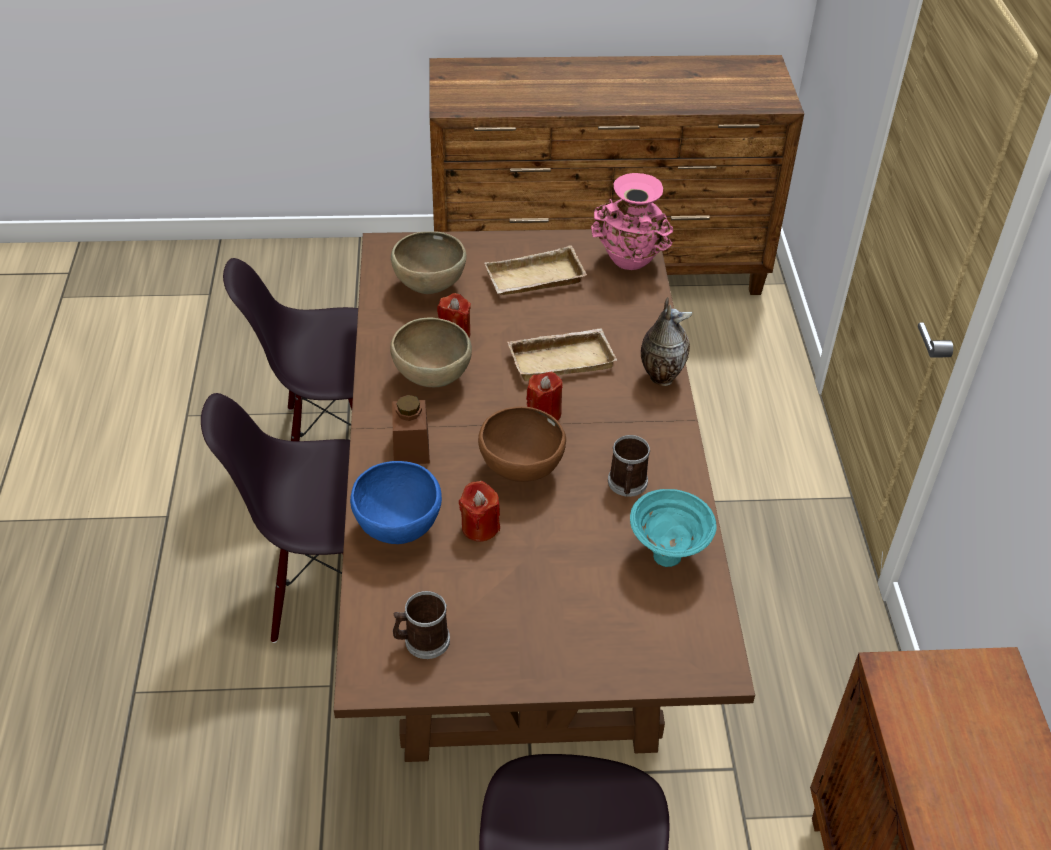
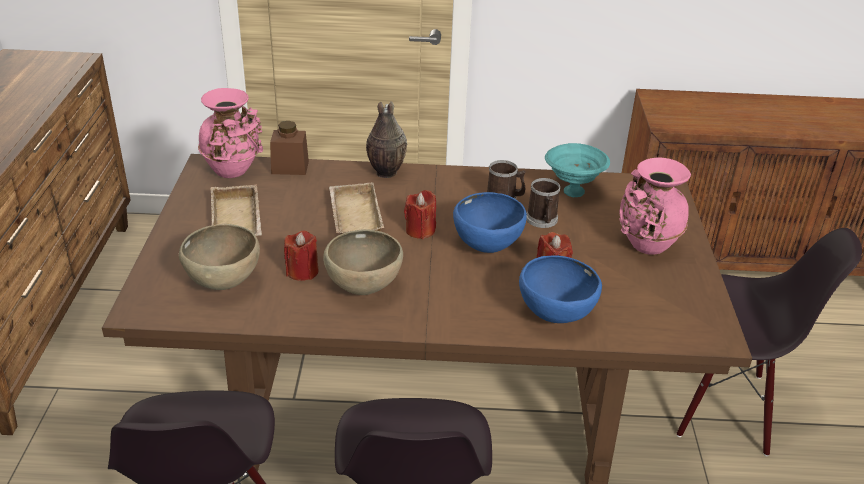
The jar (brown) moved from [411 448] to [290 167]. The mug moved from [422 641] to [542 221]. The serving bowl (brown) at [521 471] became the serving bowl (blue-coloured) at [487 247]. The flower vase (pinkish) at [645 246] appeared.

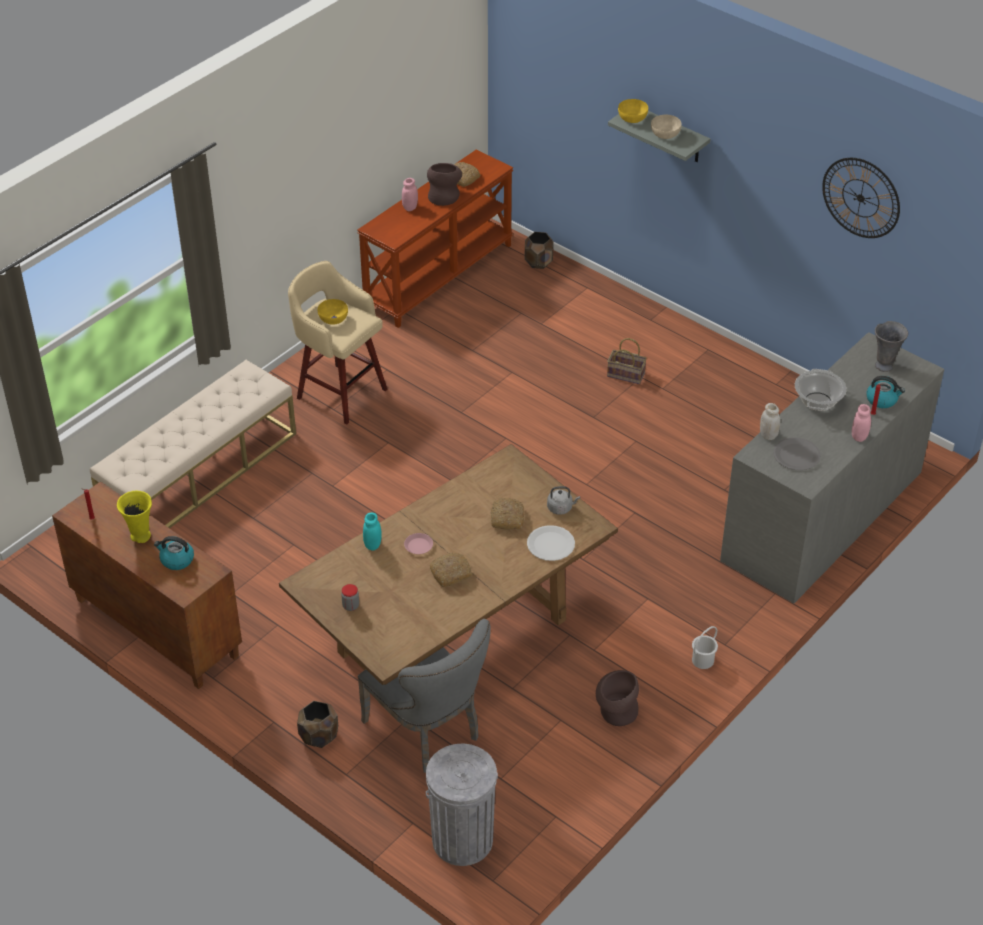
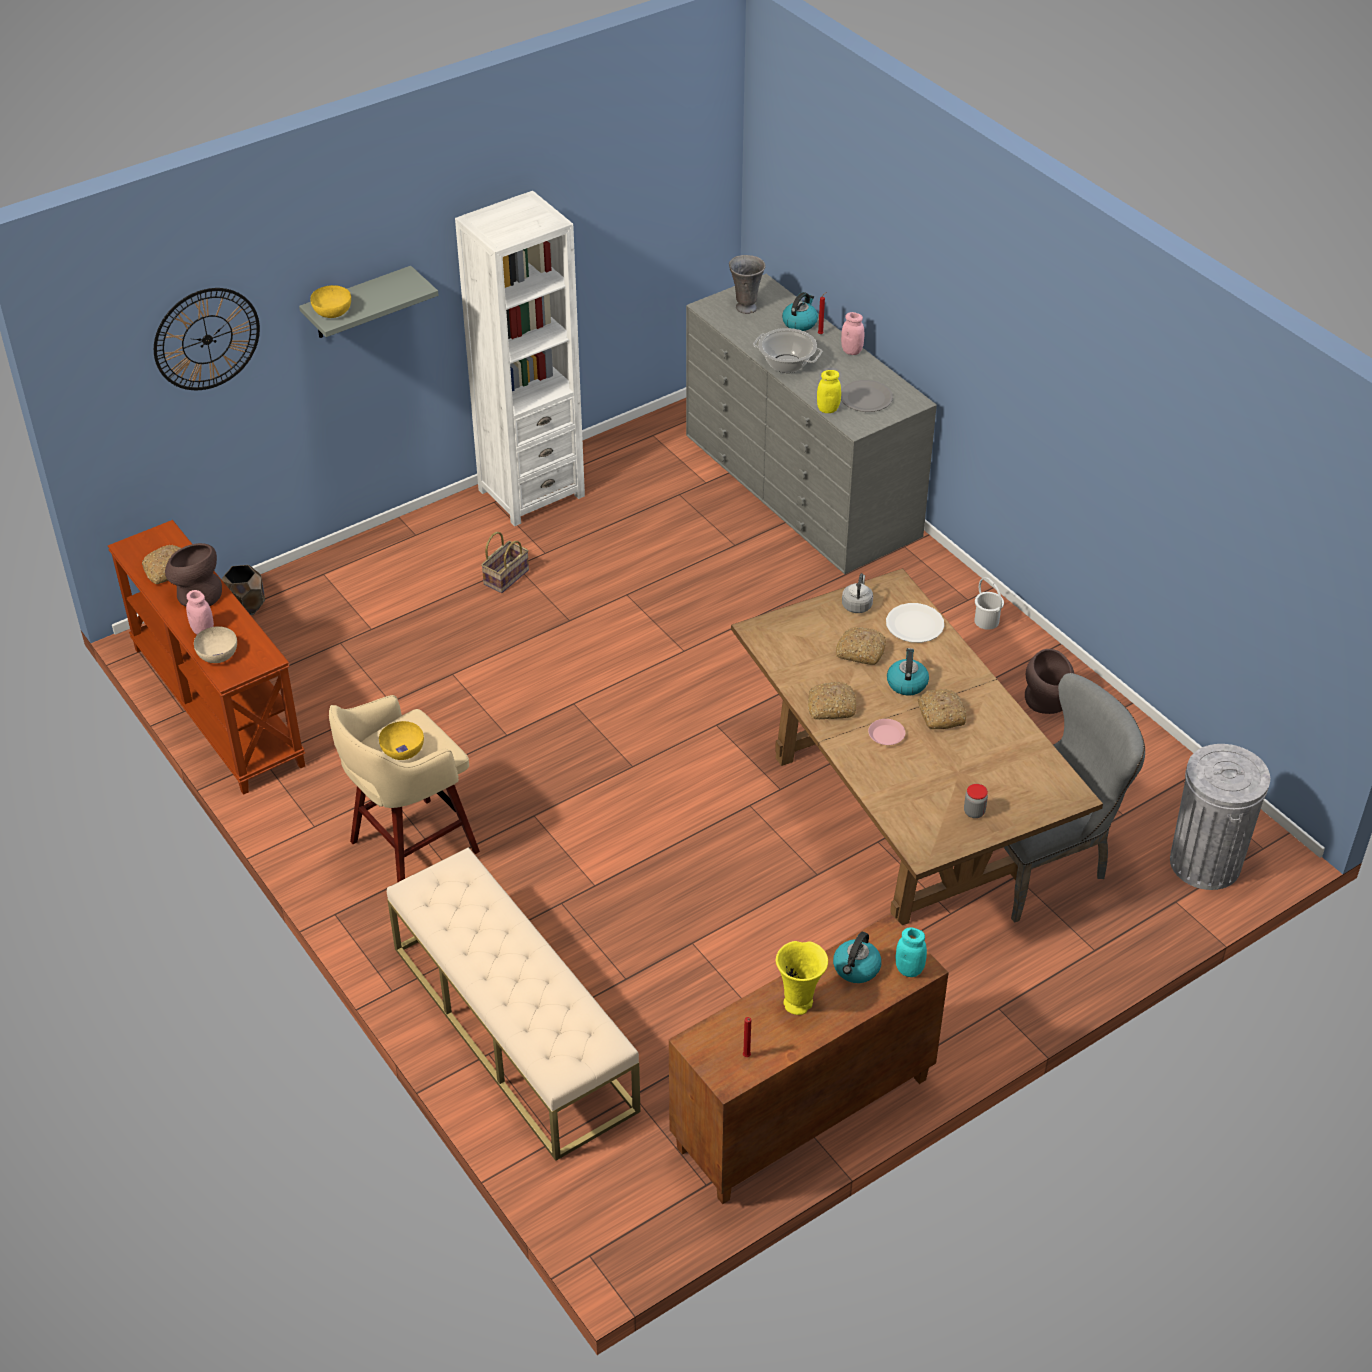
The planter (brown) at [318 736] disappeared. The jar (turquoise) moved from [372 545] to [909 969]. The serving bowl (beige) moved from [665 134] to [218 654]. The jar (white) at [768 435] became the jar (yellow-coloured) at [828 409]. The hanging clock moved from [860 198] to [207 339]. The shelving unit (white) at [531 493] appeared. The bakery bread at [831 707] appeared. The water kettle at [906 683] appeared.

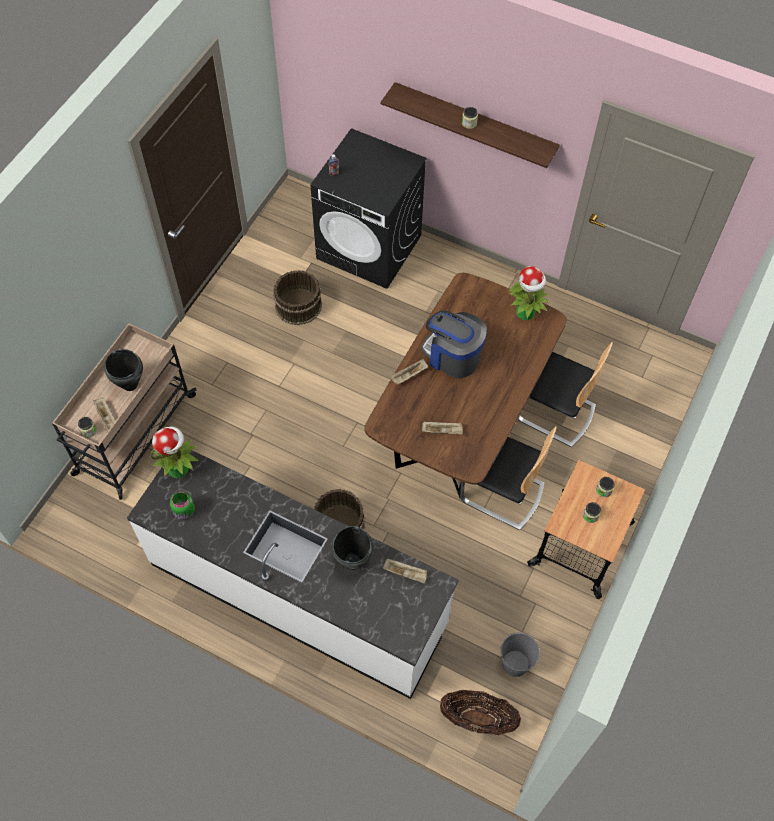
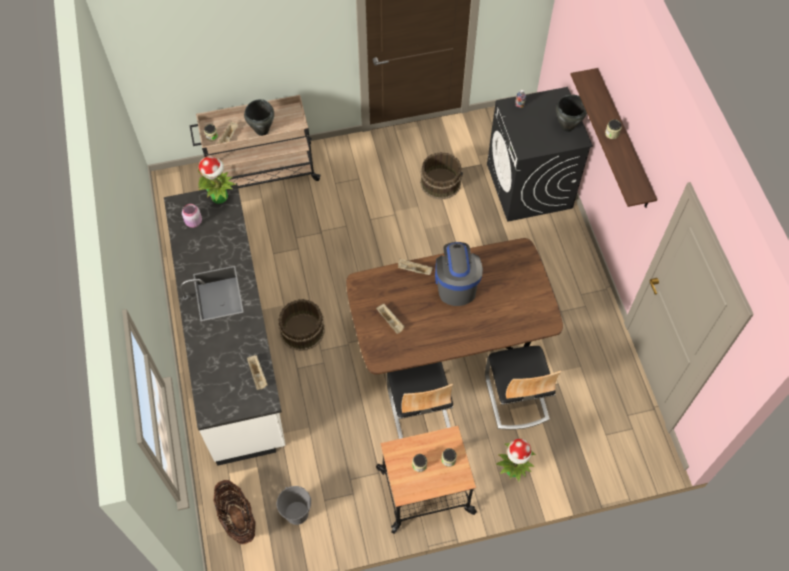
The jar (green-coloured) at [184 511] became the jar (pinkish) at [193 222]. The saucepot (black) moved from [352 562] to [566 126]. The plant in a pot moved from [526 312] to [513 469].

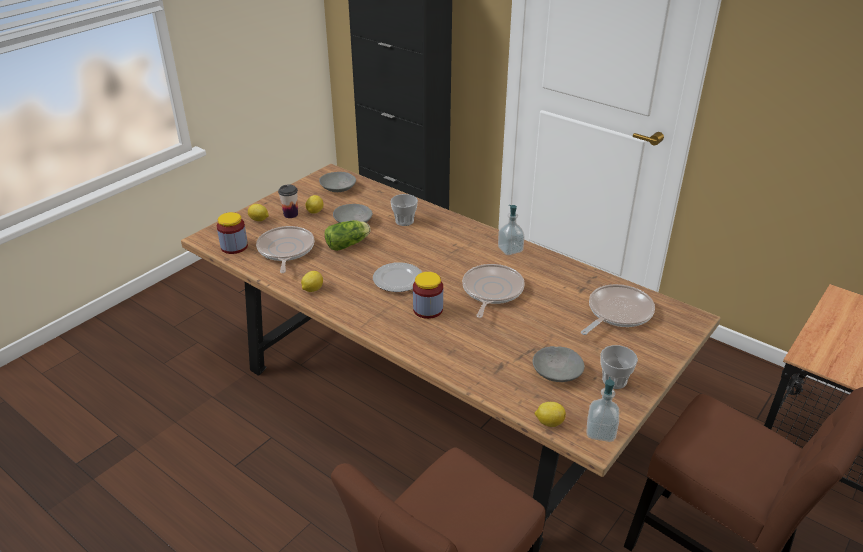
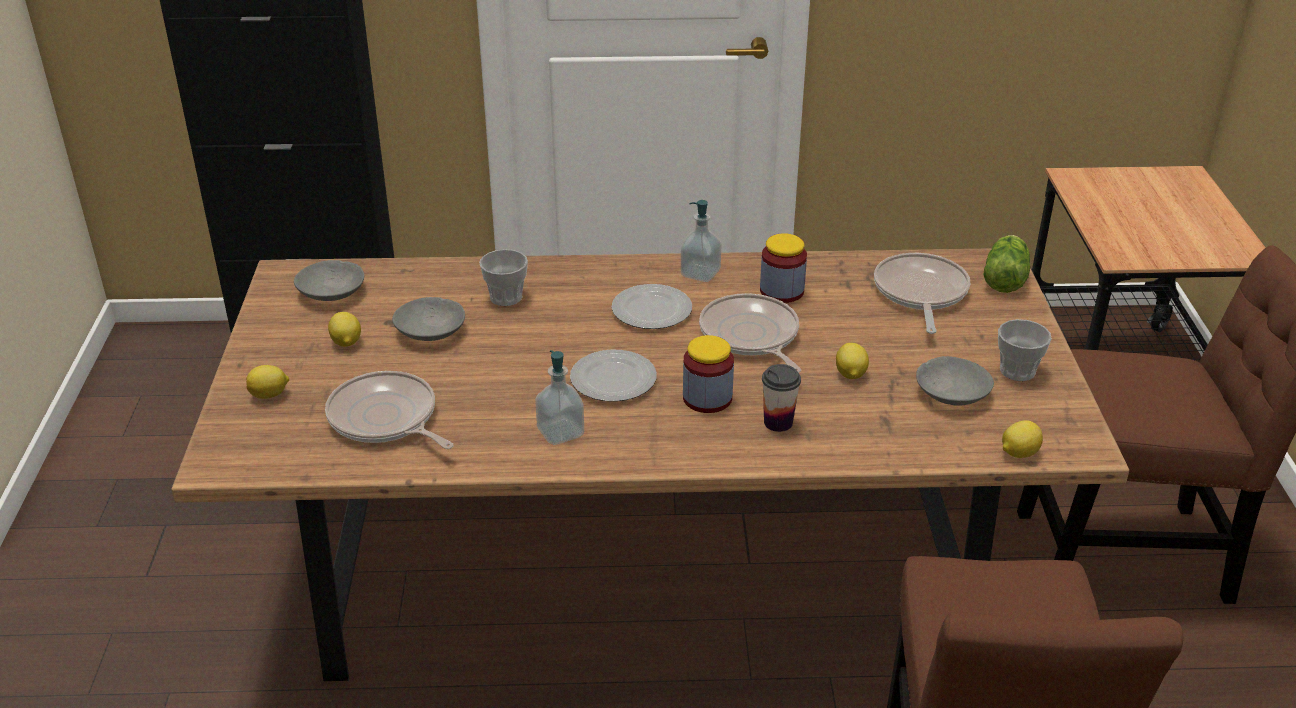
The jar moved from [234 247] to [781 291]. The small cup moved from [290 214] to [778 422]. The citrus fruit moved from [312 289] to [850 375]. The lettuce head moved from [349 244] to [1005 277]. The soap dispenser moved from [600 432] to [560 432]. The plate at [651 310] appeared.

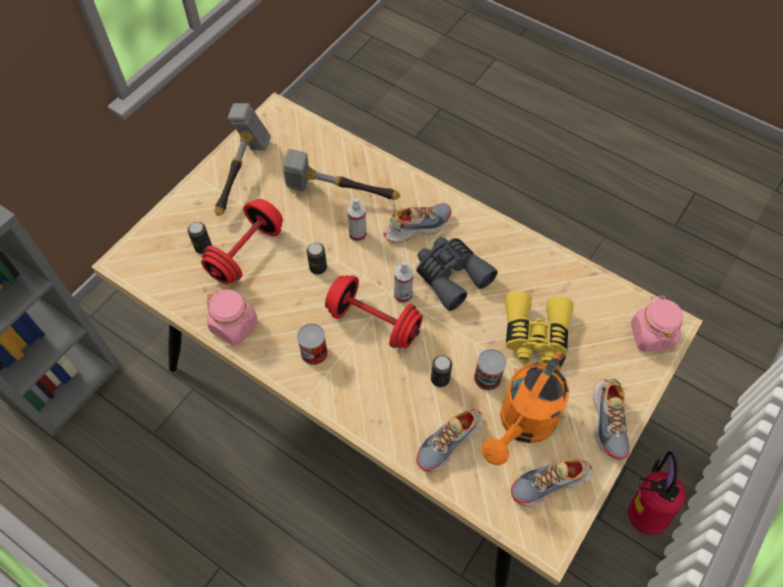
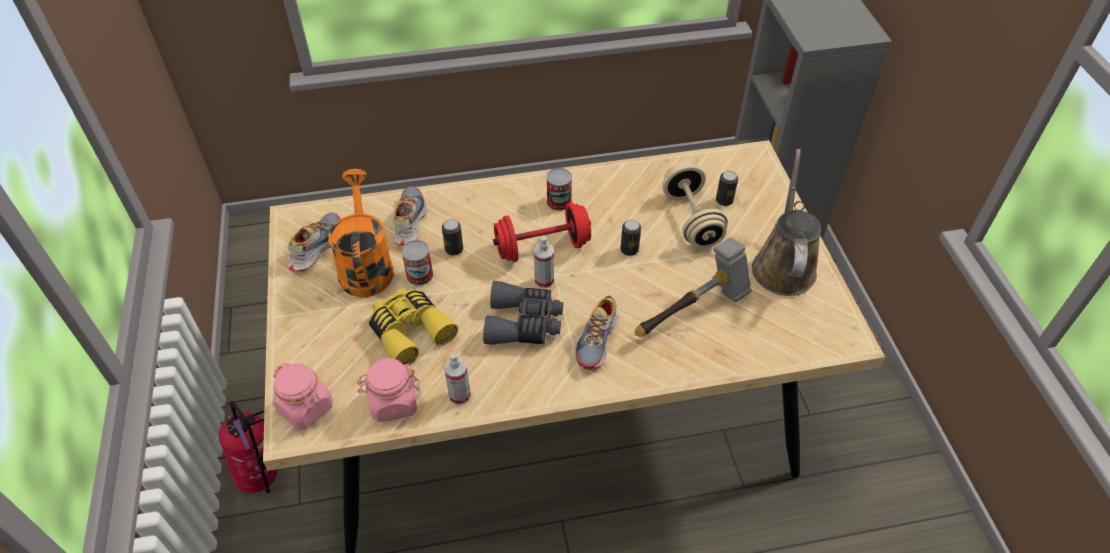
The hand weight (red) at [246 253] became the hand weight (beige) at [691 220]. The jar (pinkish) moved from [234 326] to [393 402]. The hammer at [242 175] was replaced by the watering pot (brown) at [783 265]. The sprayer moved from [357 234] to [459 395]. The item of footwear at [609 421] disappeared.

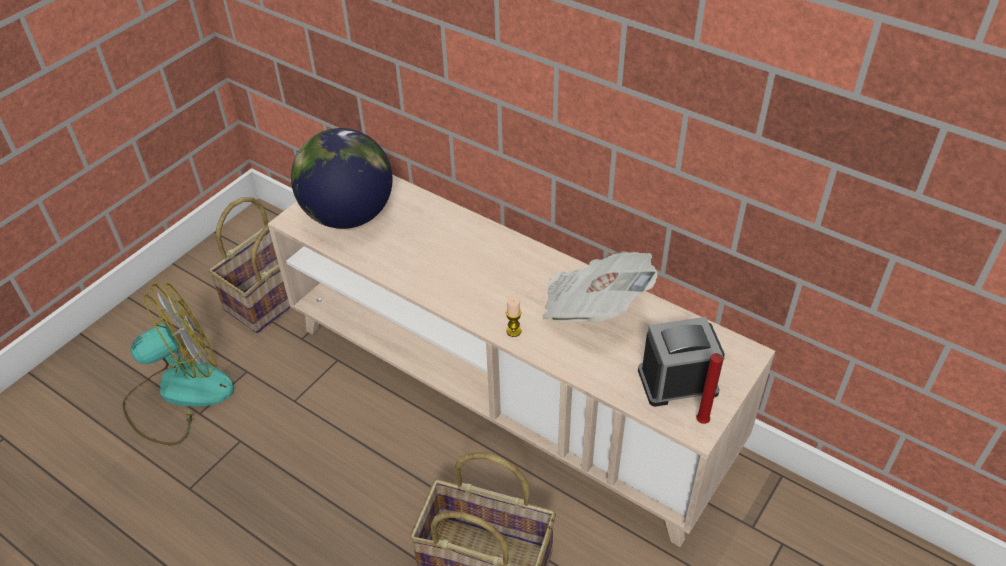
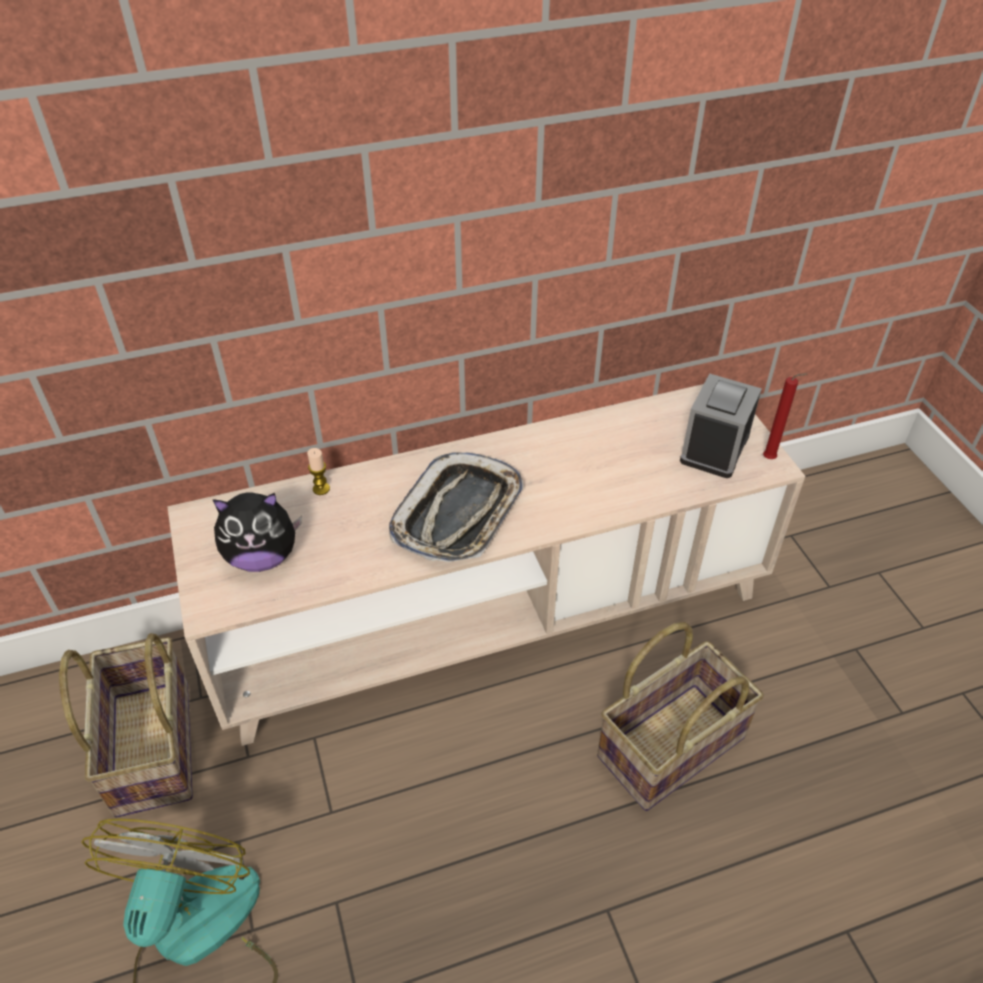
The world globe at [349 216] was replaced by the soft toy at [262 557]. The wax light moved from [513 331] to [321 489]. The printed paper at [594 307] disappeared. The serving tray at [459 514] appeared.

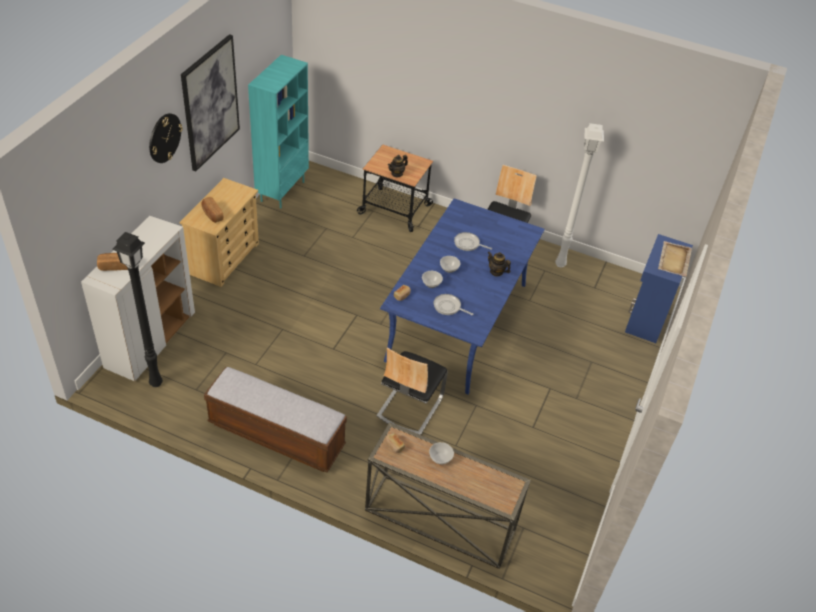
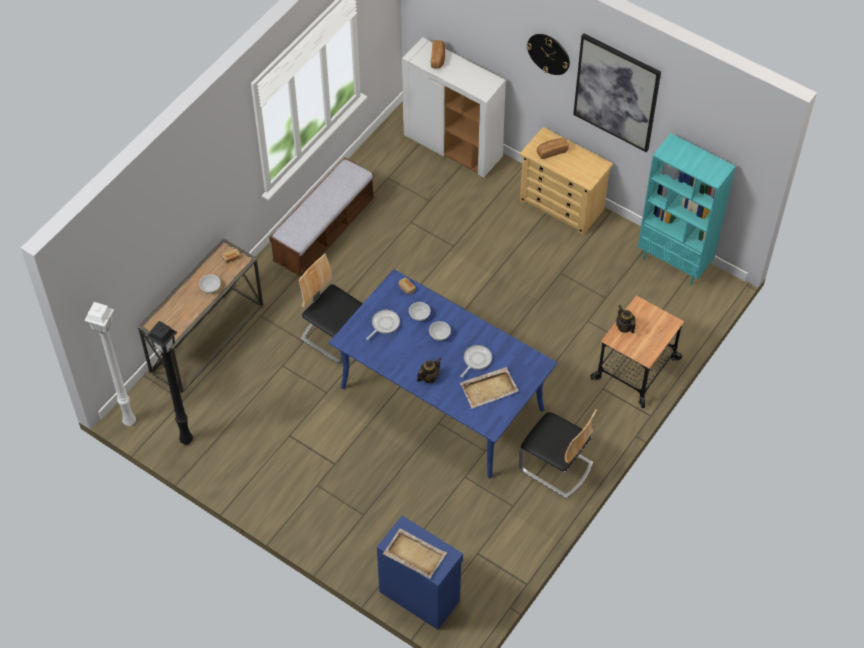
The standing lamp (black) moved from [156 384] to [185 440]. The standing lamp (white) moved from [561 264] to [130 422]. The serving tray (beige) at [489 388] appeared.

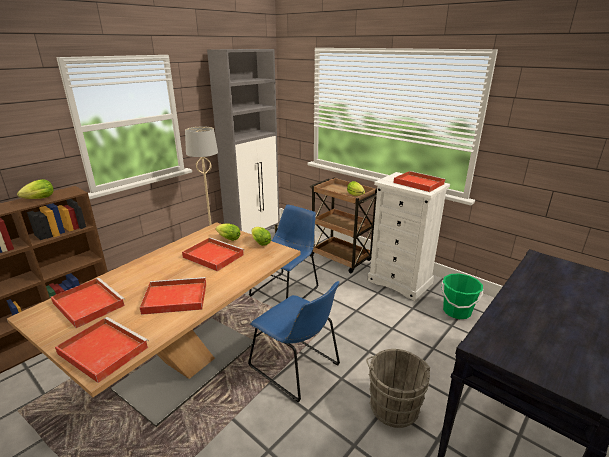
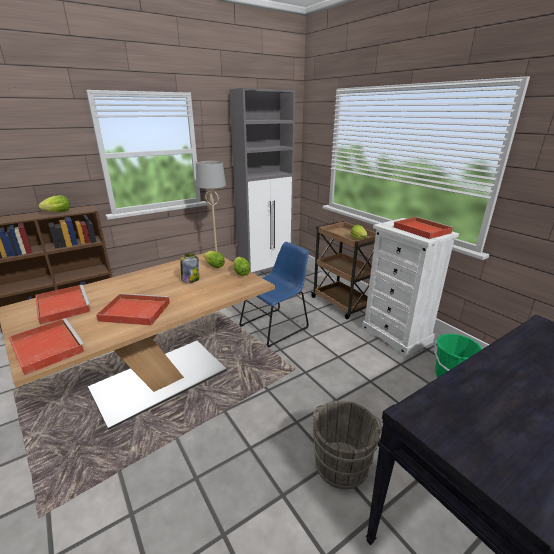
The serving tray (red) at [212 256] was replaced by the jar at [190 279]. The chair (blue-coloured) at [297 367] disappeared.

